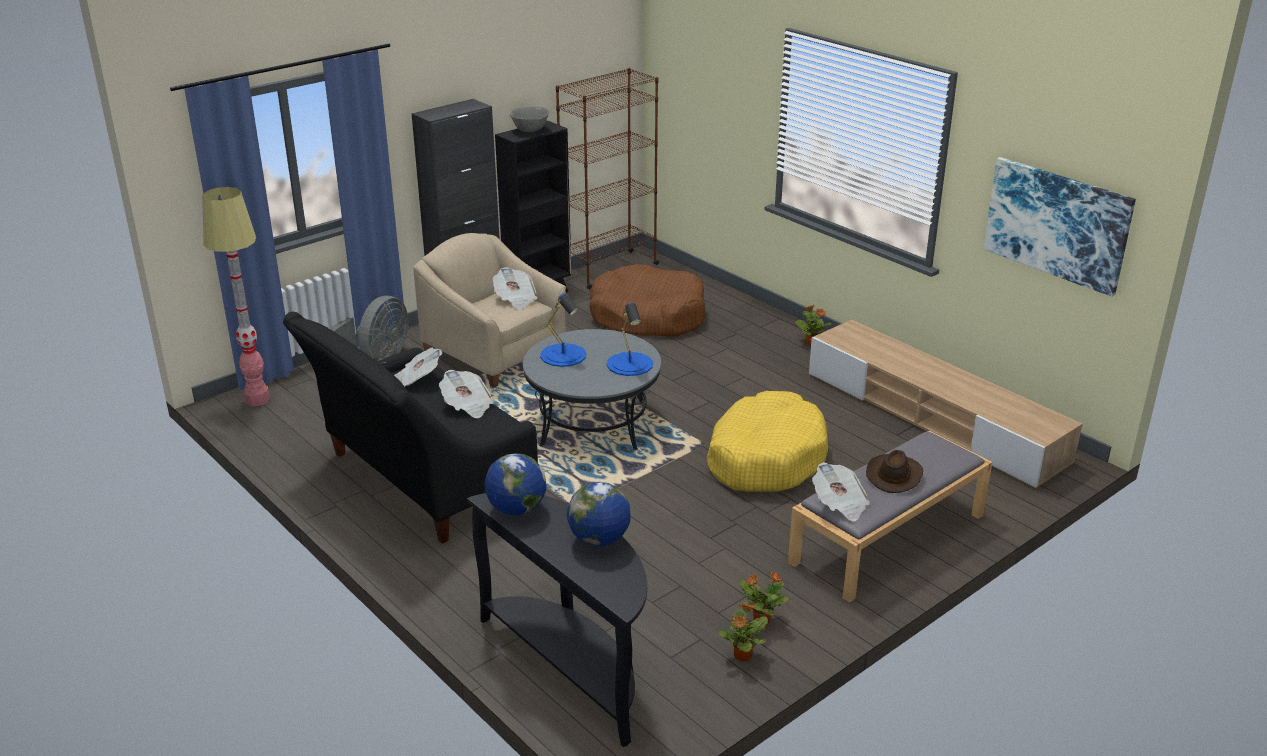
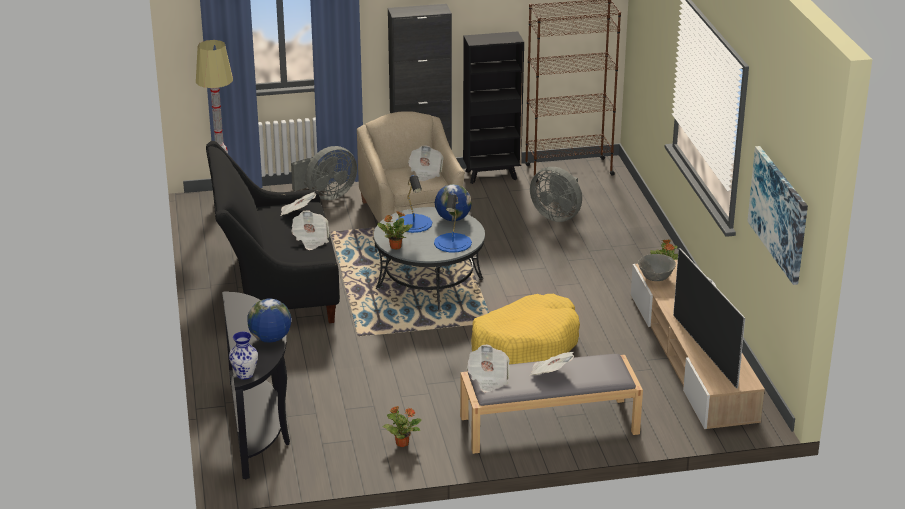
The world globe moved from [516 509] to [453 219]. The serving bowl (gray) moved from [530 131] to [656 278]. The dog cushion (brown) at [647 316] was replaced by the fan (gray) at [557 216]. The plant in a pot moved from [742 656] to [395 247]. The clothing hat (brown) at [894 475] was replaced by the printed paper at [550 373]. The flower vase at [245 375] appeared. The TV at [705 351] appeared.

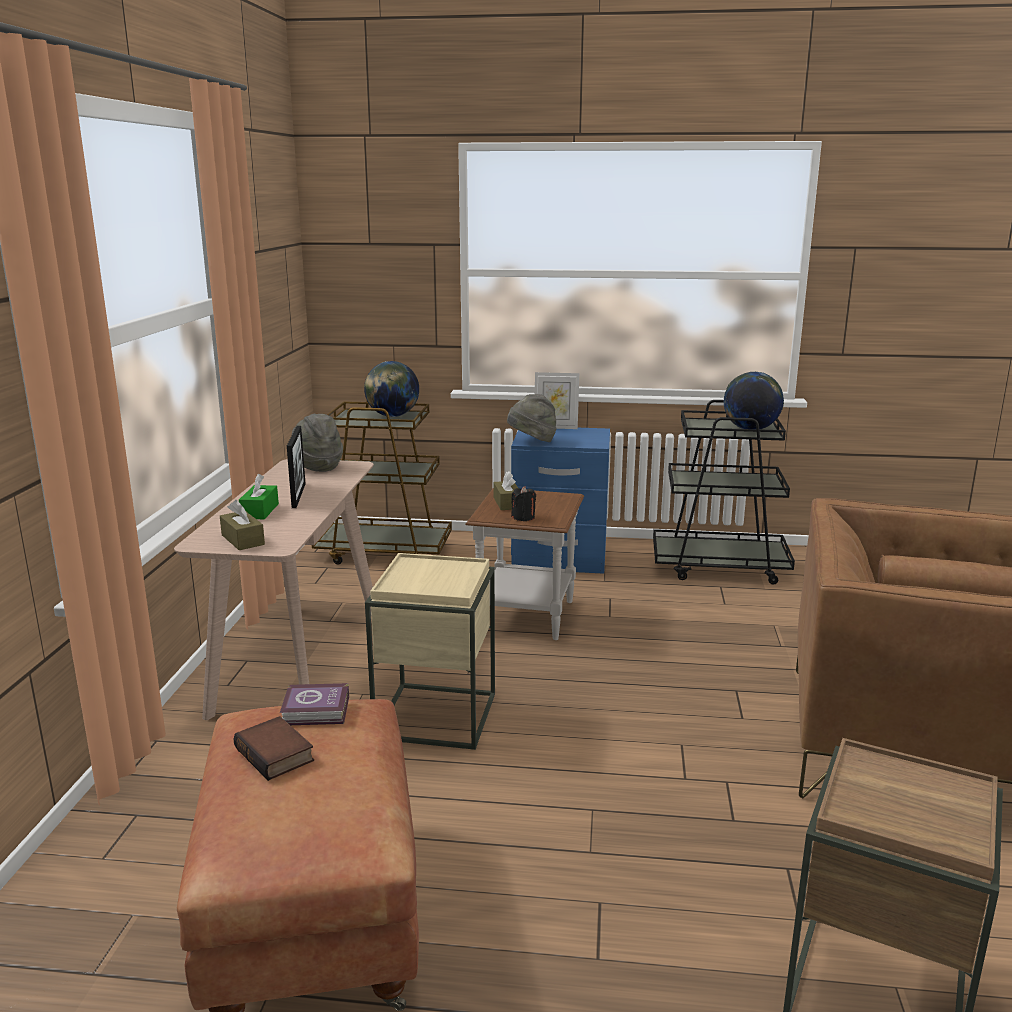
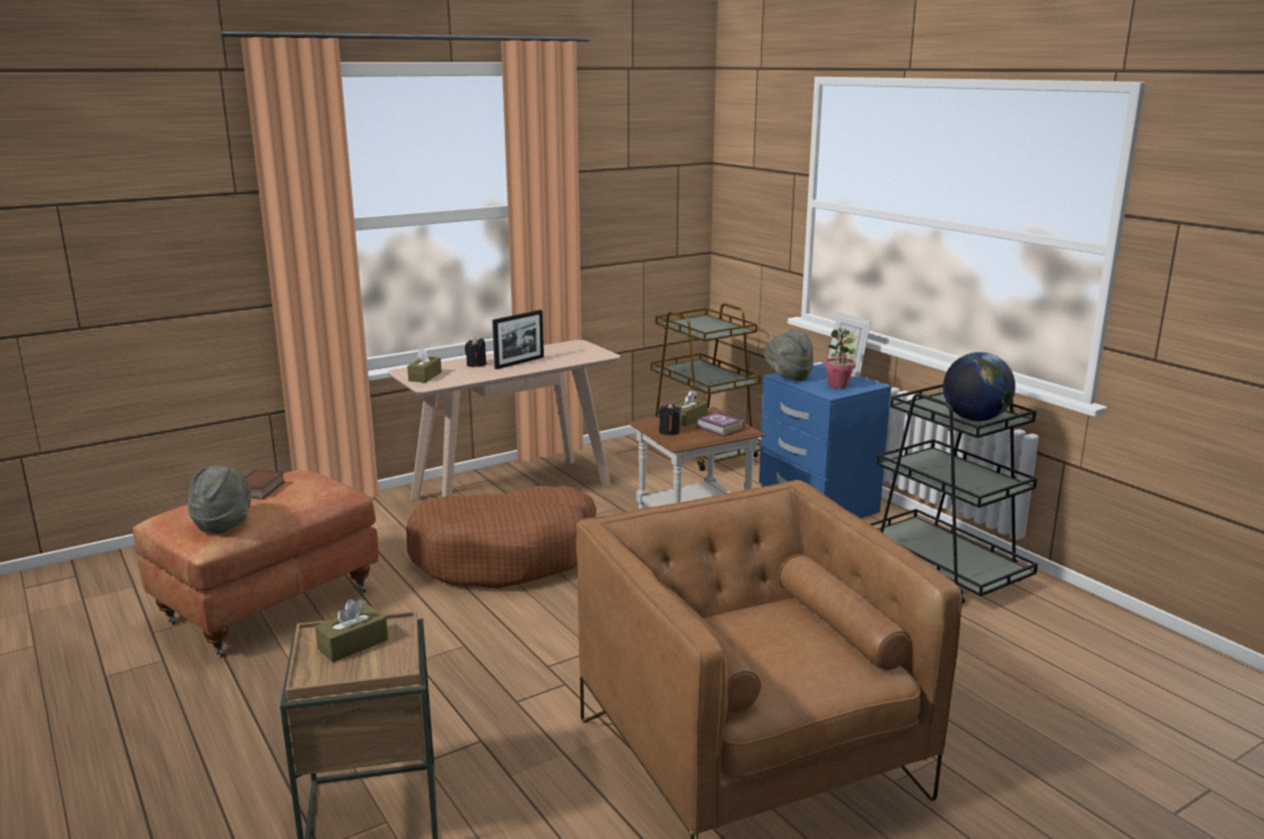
The tissue holder (green-coloured) at [260 511] was replaced by the wax light (black) at [476 365]. The book moved from [317 711] to [720 428]. The clothing hat (gray) moved from [317 466] to [223 523]. The world globe at [392 416] disappeared. The end table (beige) at [436 716] was replaced by the dog cushion (brown) at [506 556]. The tissue holder (brown) at [353 644] appeared. The plant in a pot at [838 385] appeared.

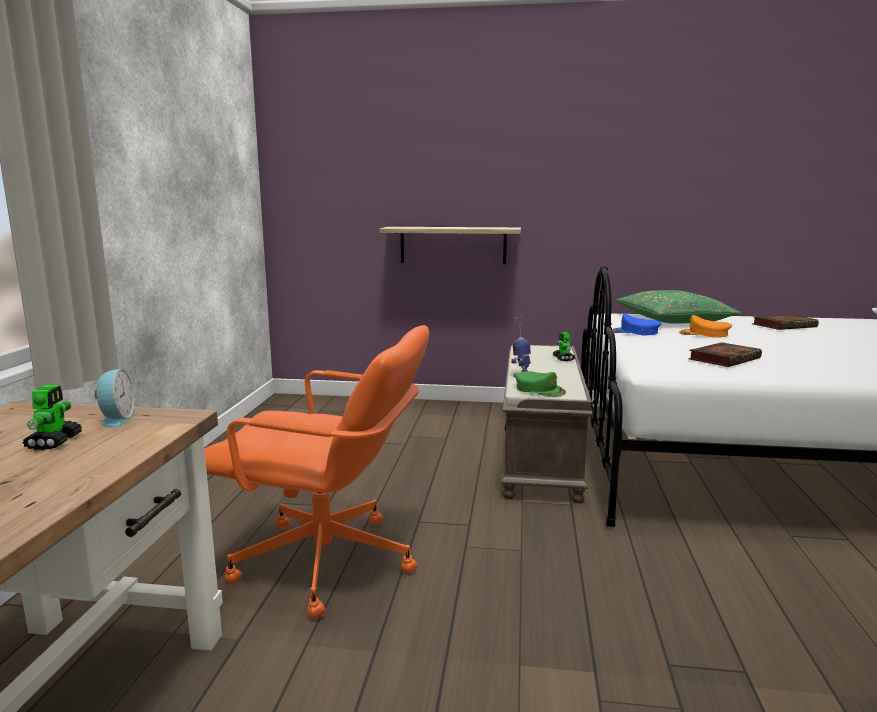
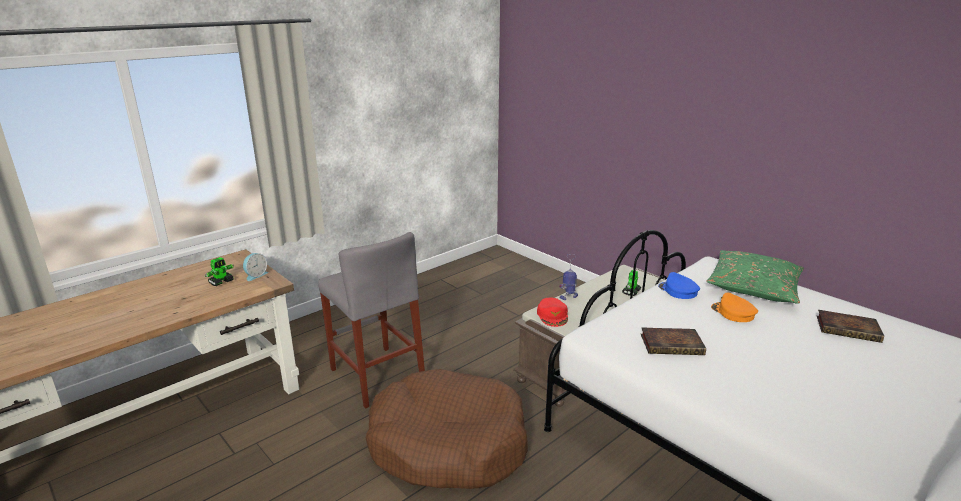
The desk chair (orange-coloured) at [326 563] was replaced by the stool seat (gray) at [377 375]. The wall shelf at [453 245] disappeared. The baseball cap (green-coloured) at [540 390] became the baseball cap (red) at [553 315]. The dog cushion (brown) at [448 444] appeared.

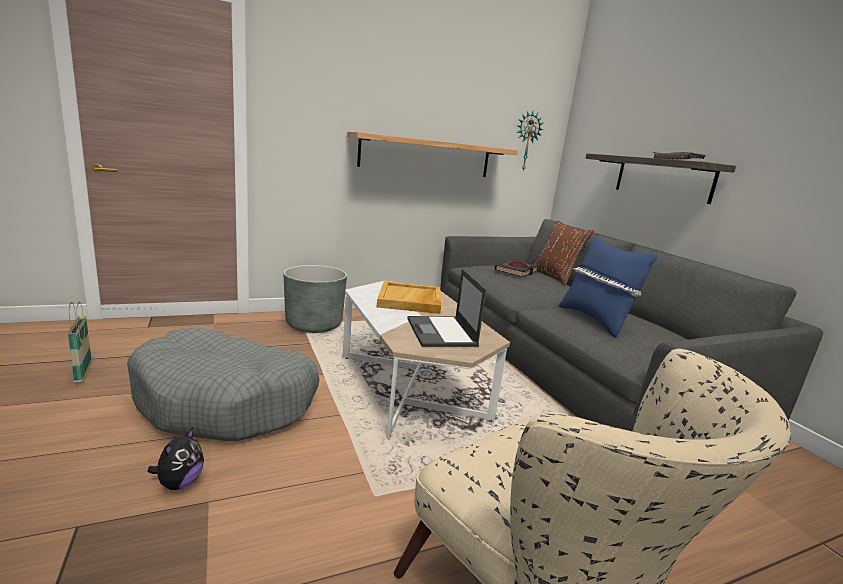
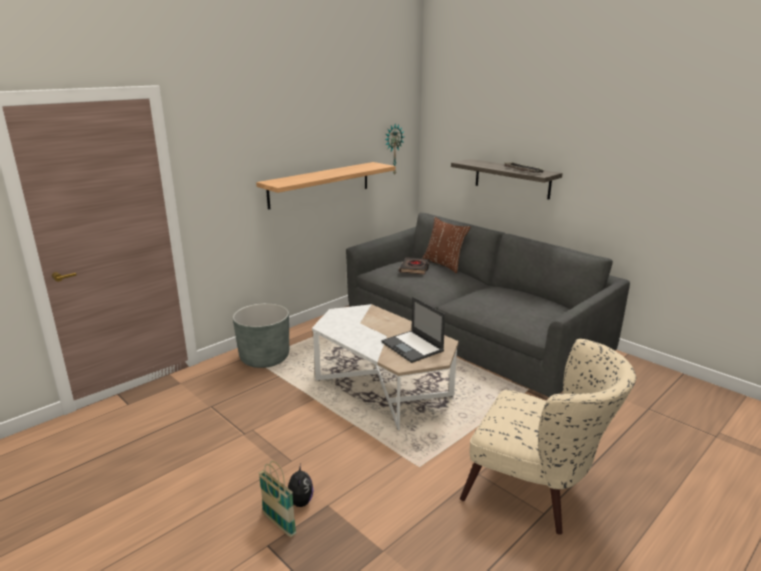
The basket moved from [83 373] to [279 524]. The dog cushion (gray) at [227 401] disappeared. The serving tray (beige) at [410 300] disappeared. The pillow (blue-coloured) at [595 320] disappeared.

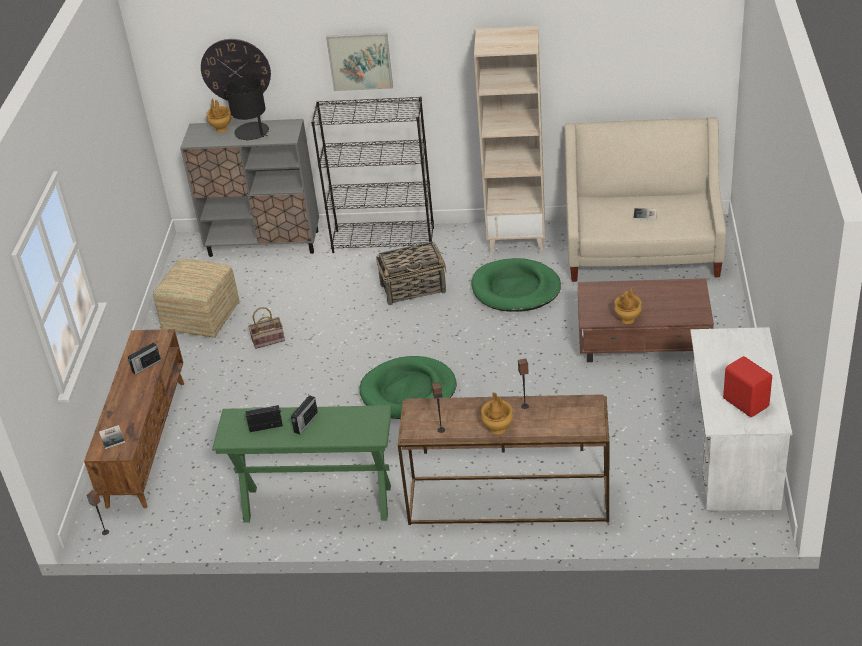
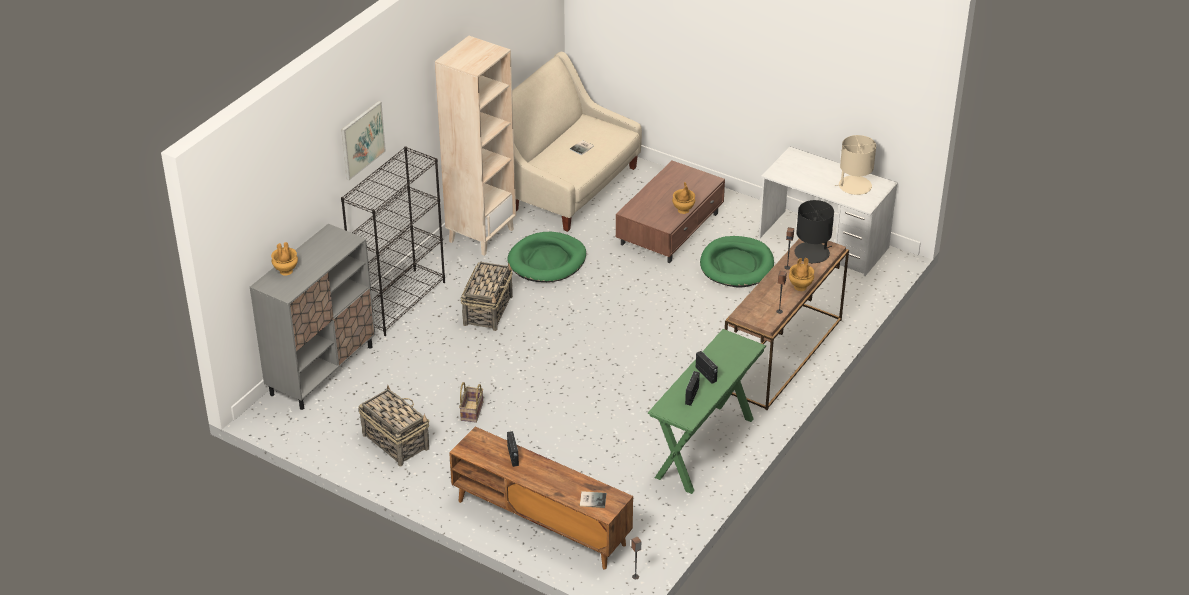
The ottoman at [201 317] was replaced by the basket at [395 441]. The hanging clock at [235 70] disappeared. The tabletop lamp (black) moved from [252 132] to [812 253]. The dog cushion (green-coloured) moved from [408 391] to [737 265]. The speaker (red) at [746 402] was replaced by the tabletop lamp (beige) at [854 186].

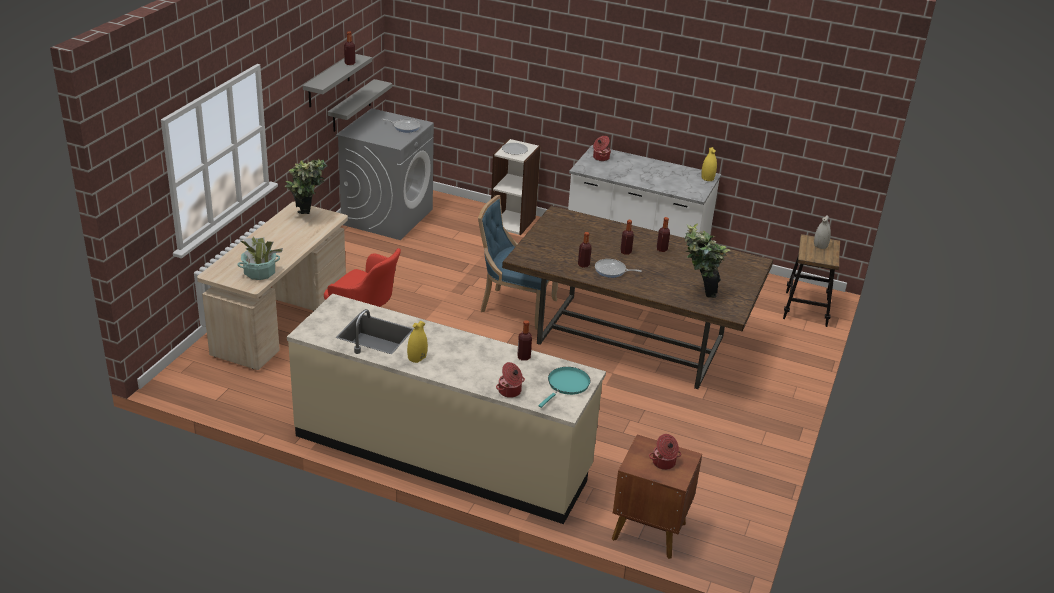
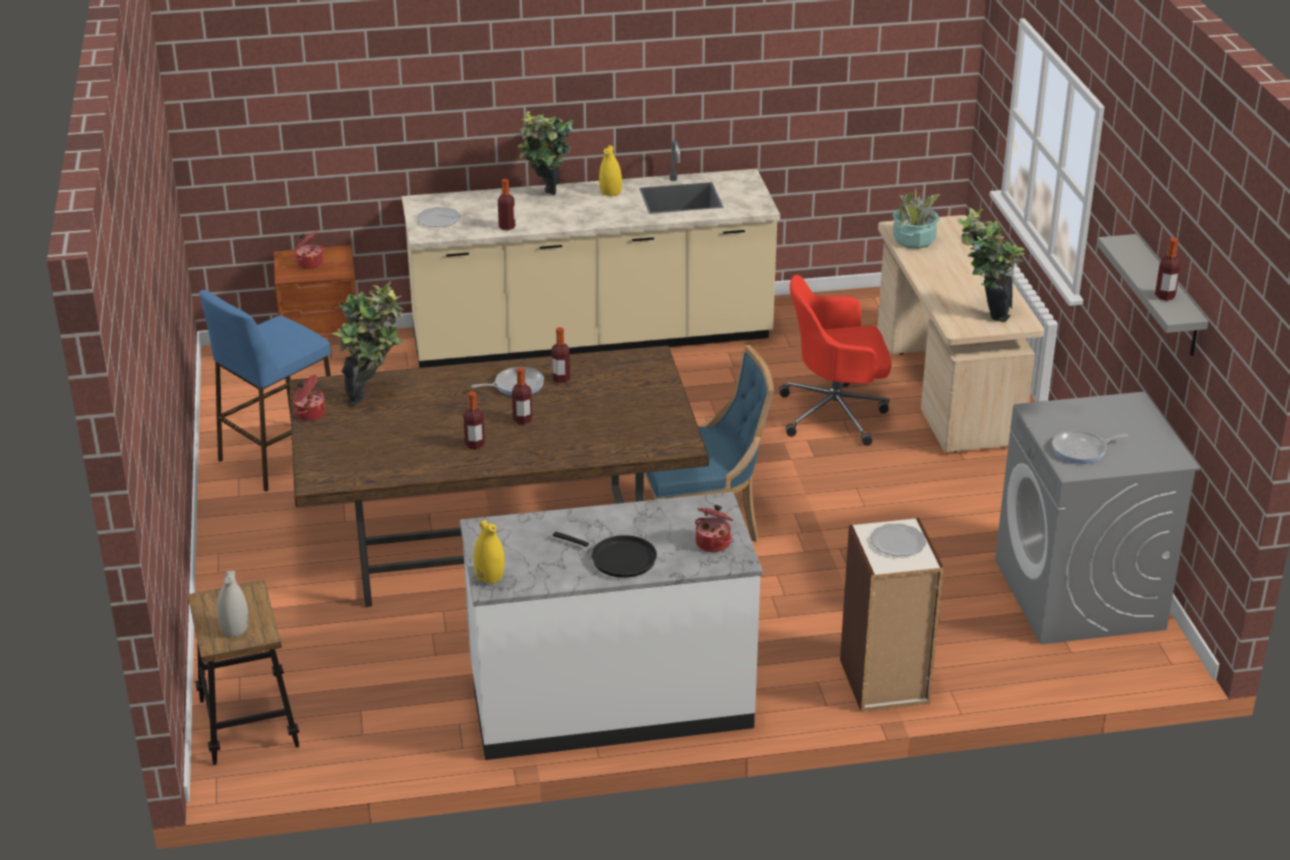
The wall shelf (gray) at [351 106] disappeared. The saucepot moved from [510 391] to [309 413]. The pan (turquoise) at [566 385] was replaced by the plate at [438 219]. The stool seat (blue-coloured) at [279 457] appeared. The plant in a pot at [546 200] appeared. The pan (black) at [618 559] appeared.

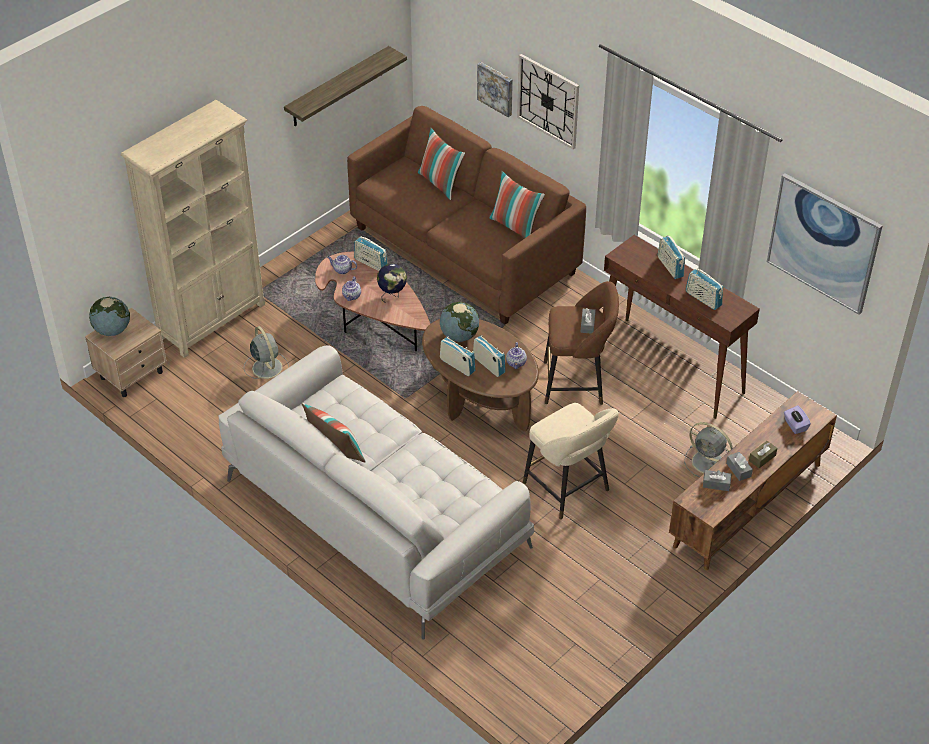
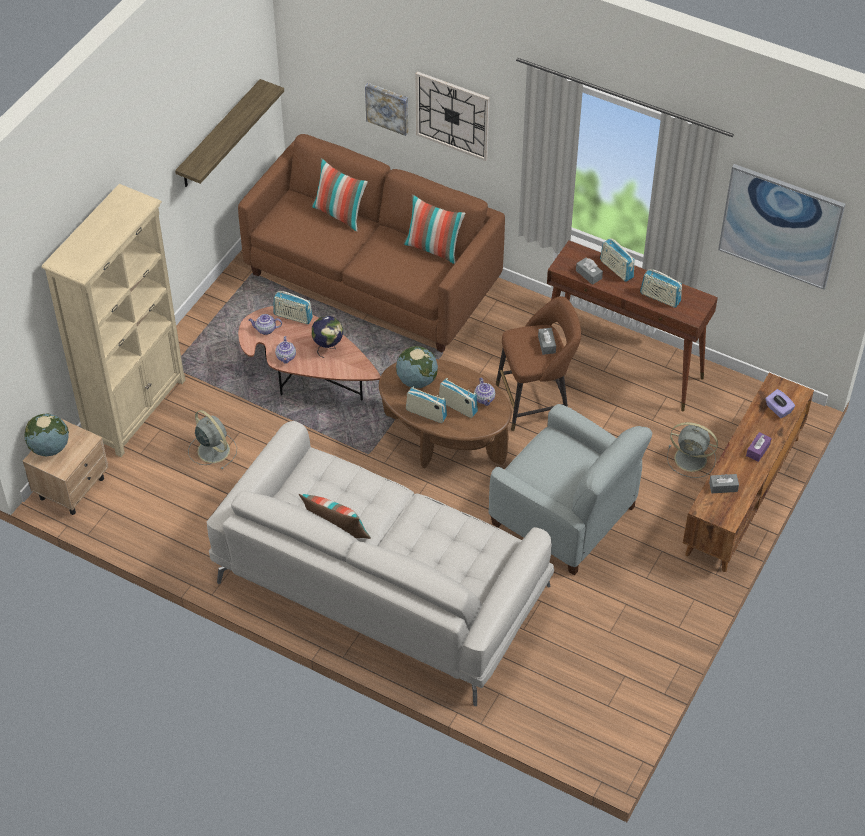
The stool seat (beige) at [569 489] was replaced by the lounge chair (gray) at [565 517]. The tissue holder (gray) moved from [738 470] to [588 274]. The tissue holder (brown) at [762 458] became the tissue holder (purple-coloured) at [758 450].

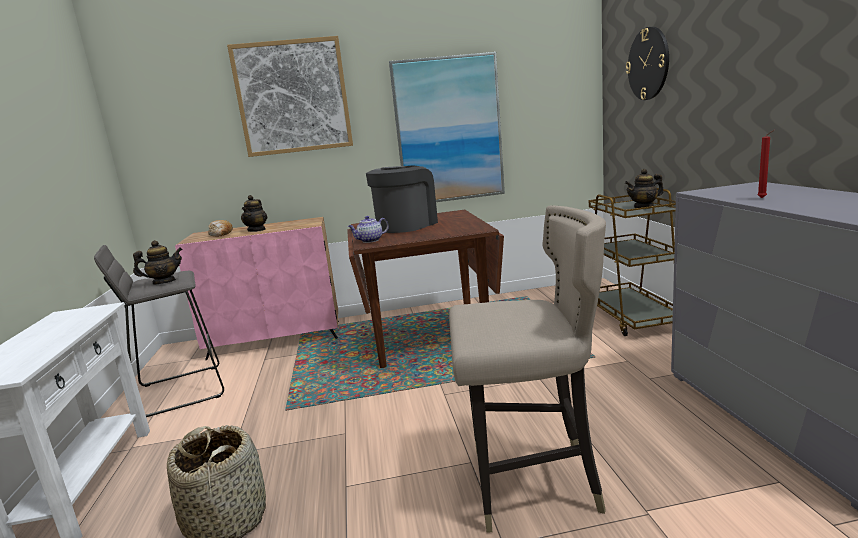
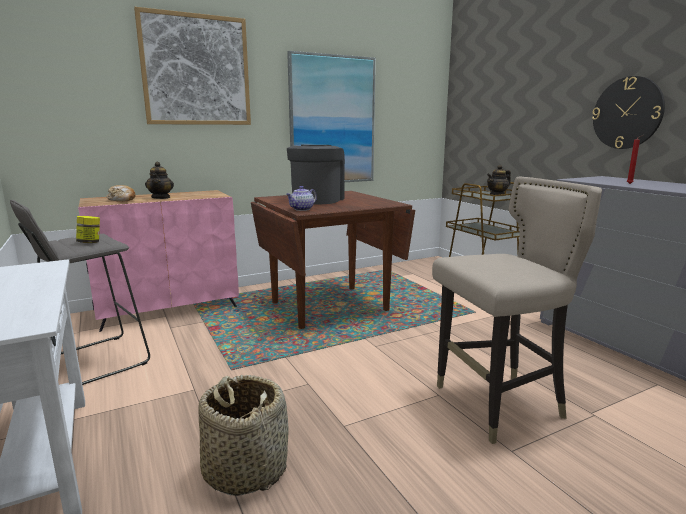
The teapot at [164 282] was replaced by the jar at [90 242]. The hanging clock moved from [648 64] to [627 113].

